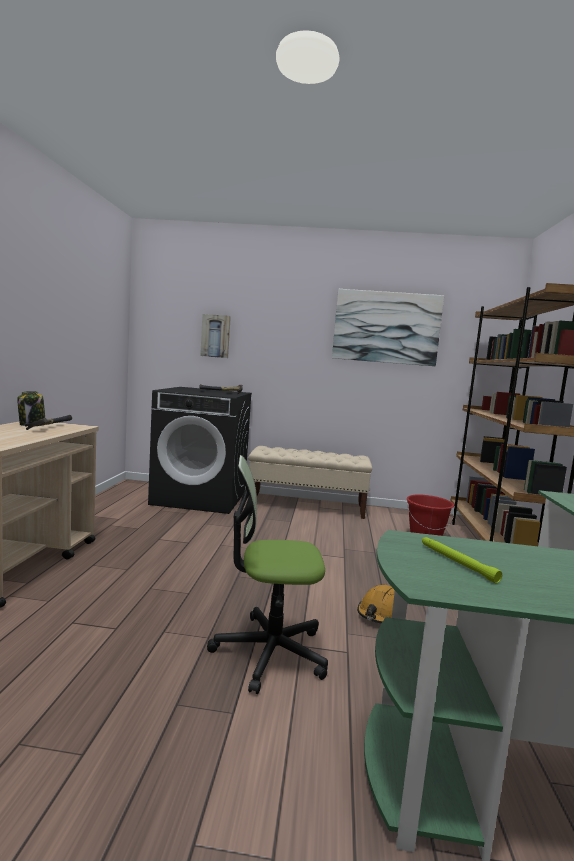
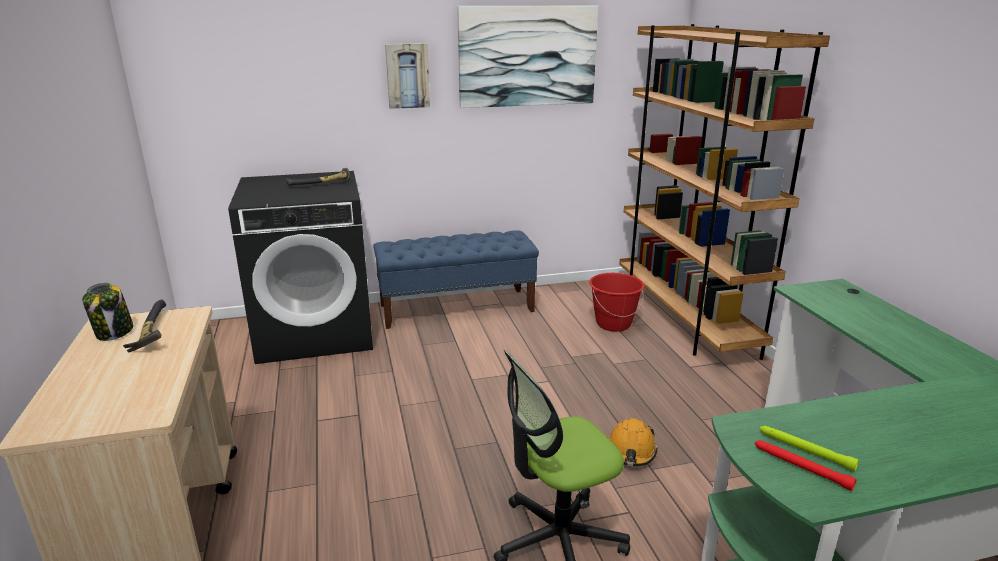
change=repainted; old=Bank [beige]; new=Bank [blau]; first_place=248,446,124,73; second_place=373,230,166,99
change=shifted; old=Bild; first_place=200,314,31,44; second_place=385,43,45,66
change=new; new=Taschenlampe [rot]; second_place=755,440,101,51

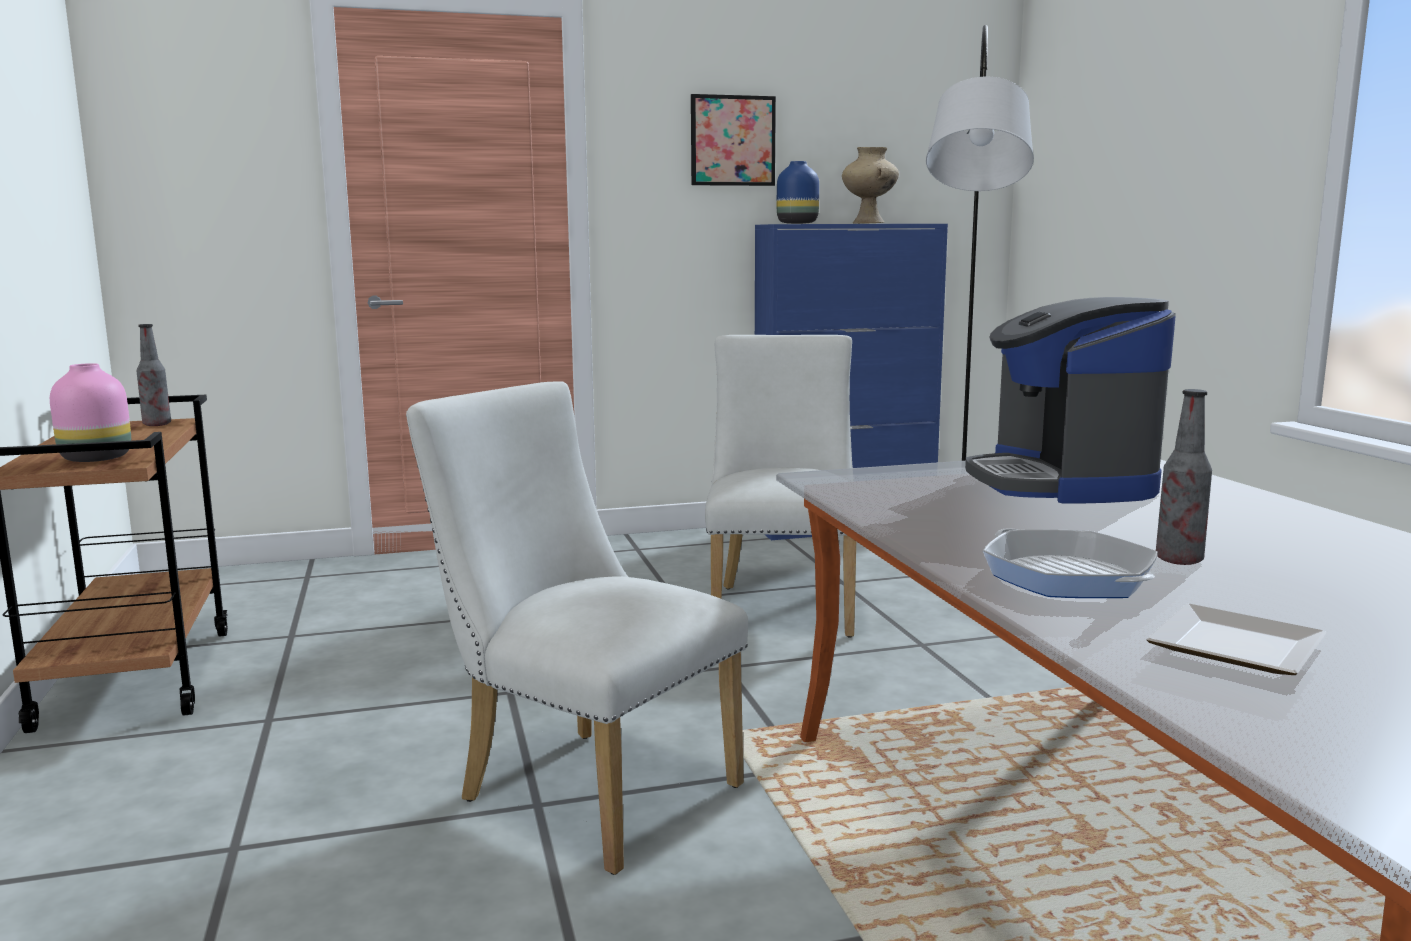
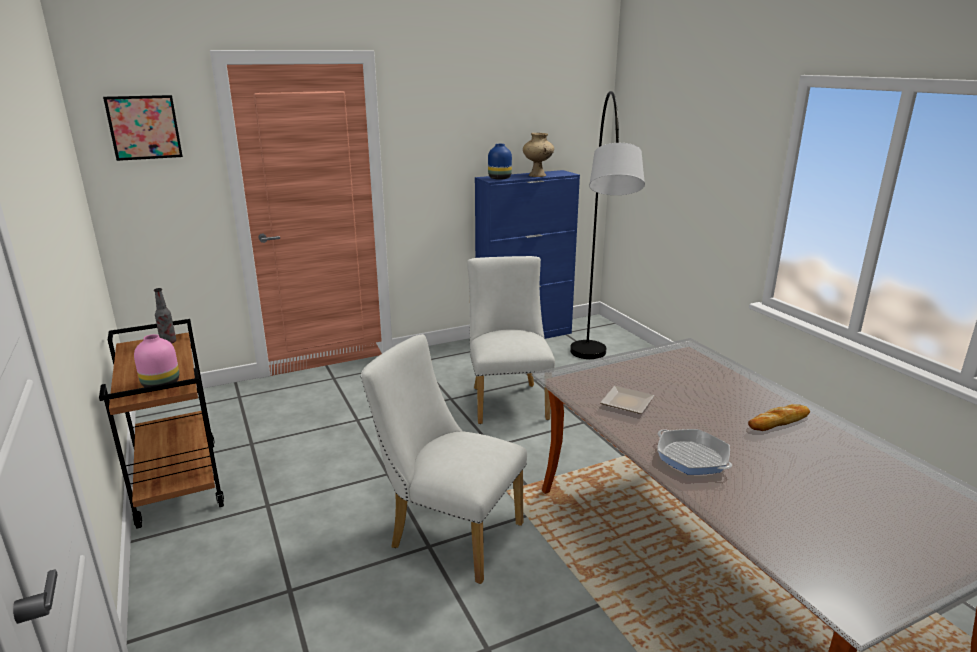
change=shifted; old=Bild; first_place=691,94,85,92; second_place=103,95,80,66
change=shifted; old=Teller; first_place=1146,604,181,71; second_place=600,386,54,28
change=new; new=Brot; second_place=748,404,62,27
change=gone; old=Kaffeemaschine; first_place=965,297,211,206
change=gone; old=Flasche; first_place=1156,389,56,176

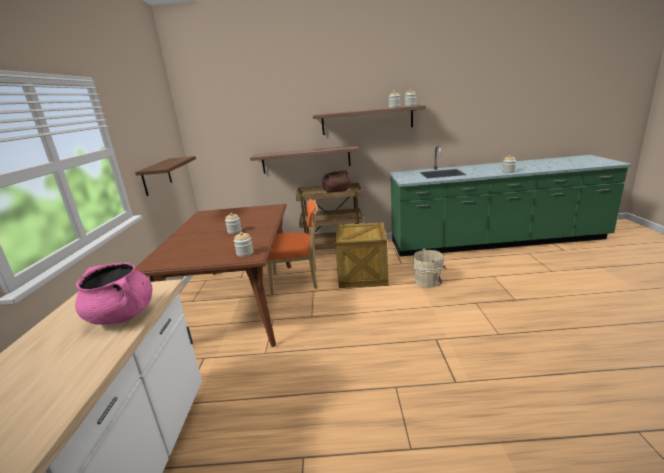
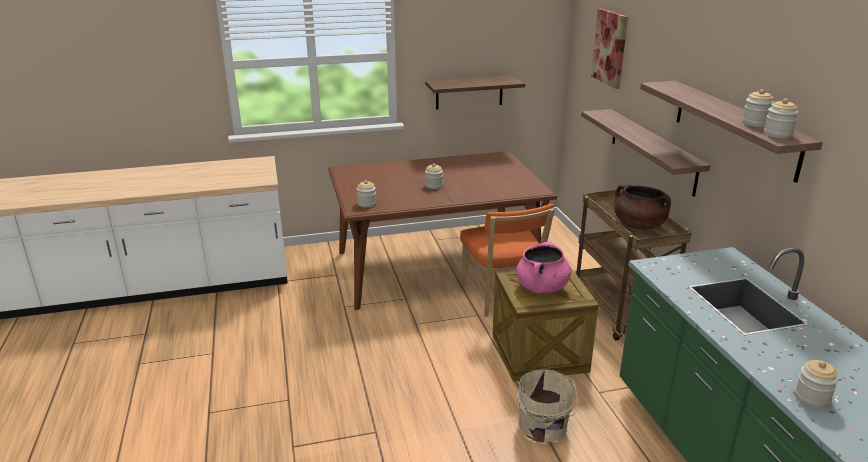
change=shifted; old=Kochtopf [rosa]; first_place=75,263,77,62; second_place=516,241,55,52
change=new; new=Bild; second_place=591,9,37,80

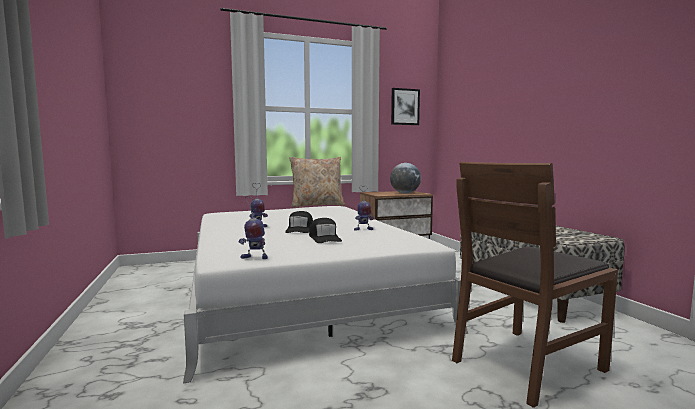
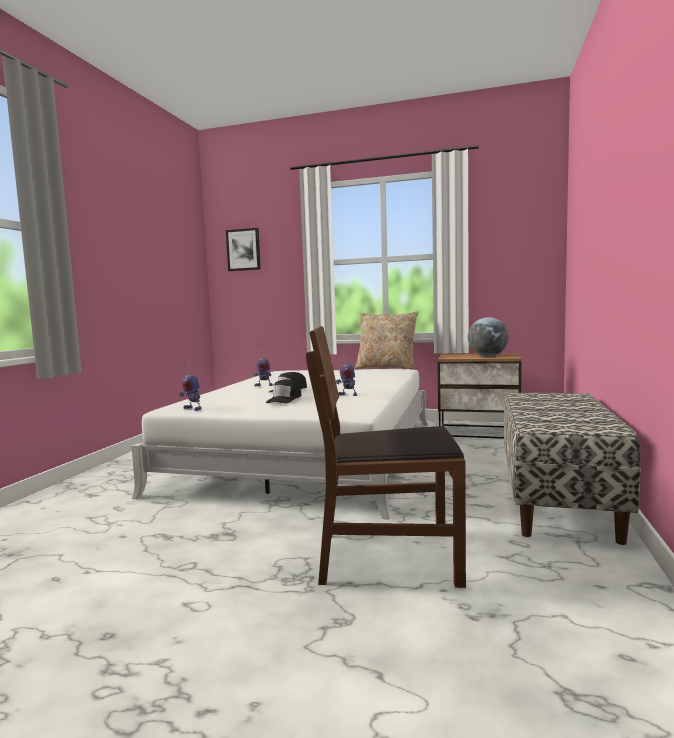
change=shifted; old=Bild; first_place=391,88,29,37; second_place=226,228,35,43

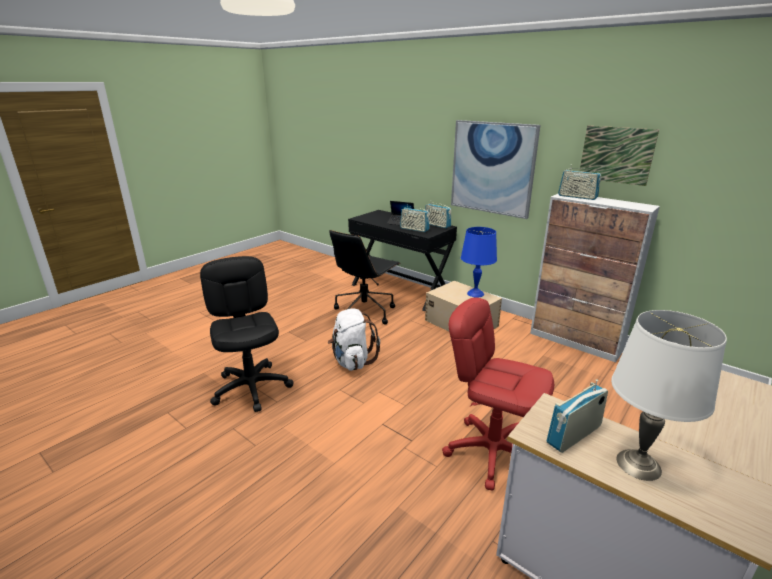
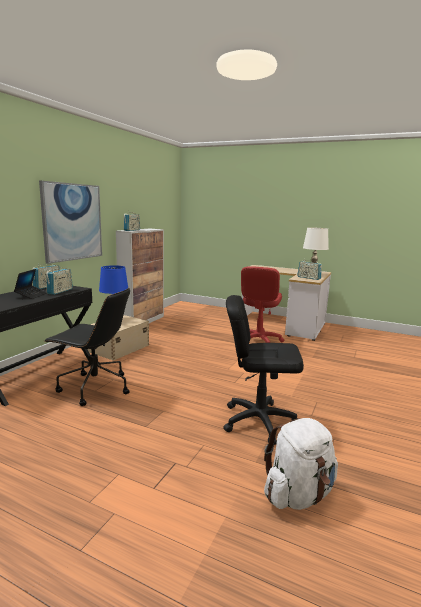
change=rotated; old=Bürostuhl [schwarz]; first_place=200,256,94,156; second_place=223,295,81,150; degrees=45
change=shifted; old=Rucksack [weiß]; first_place=328,309,52,62; second_place=264,418,74,92
change=gone; old=Bild; first_place=580,126,79,60

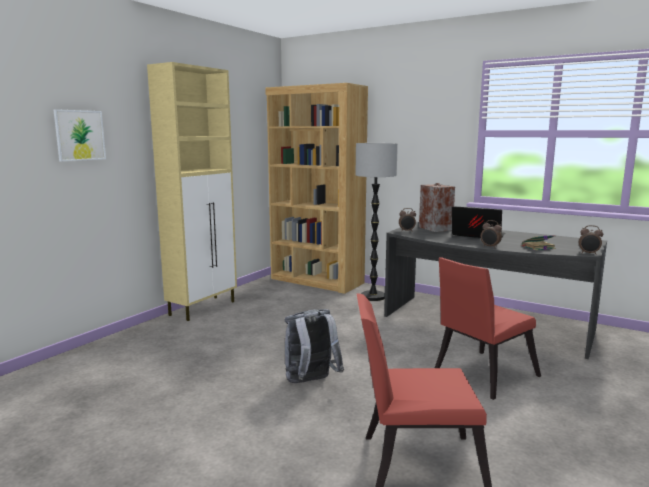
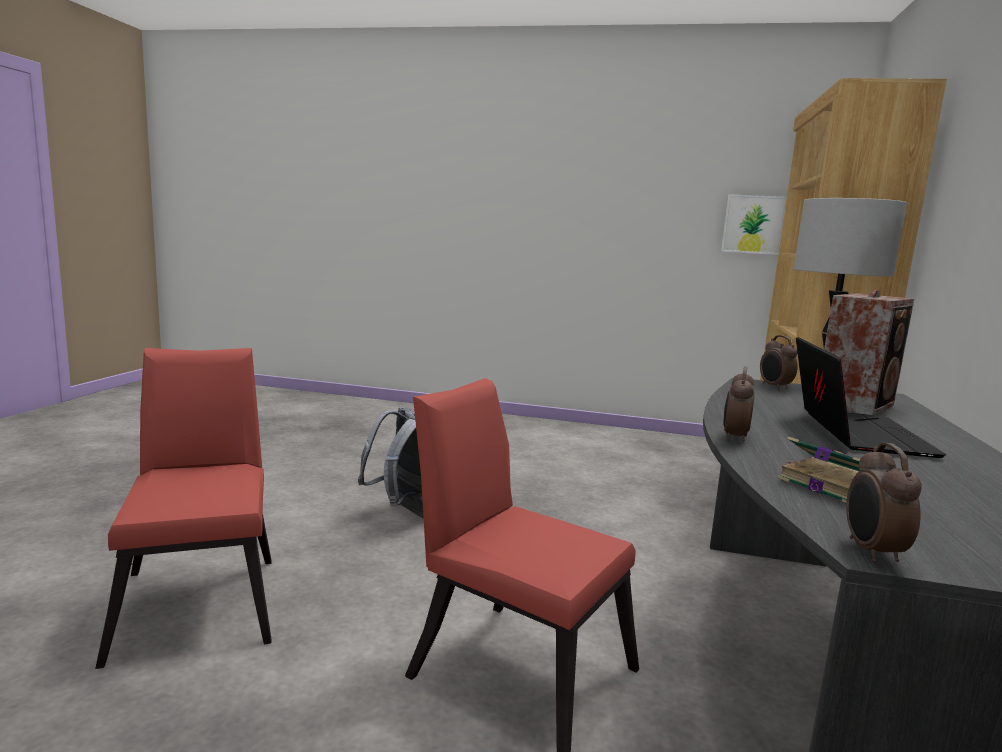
change=shifted; old=Bild; first_place=53,109,53,52; second_place=721,194,66,61
change=gone; old=Schrank [beige]; first_place=147,62,90,259

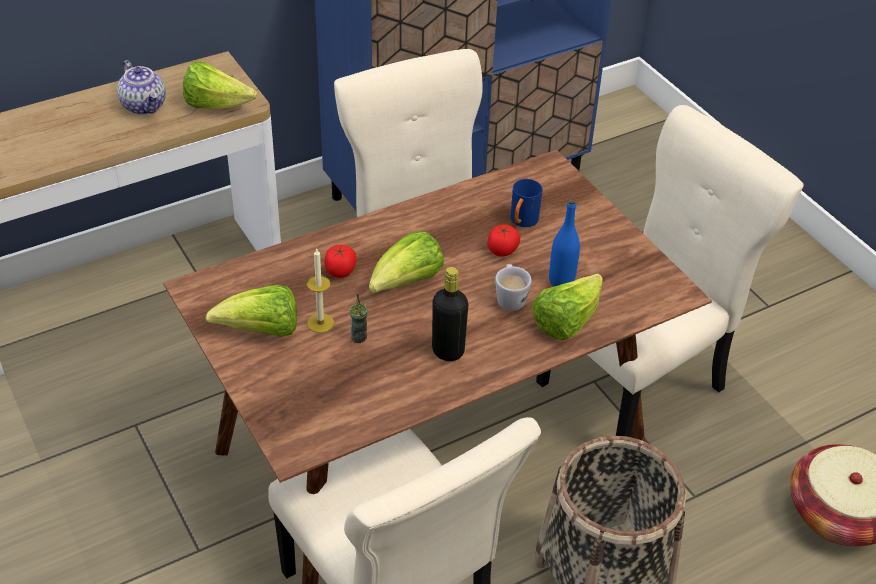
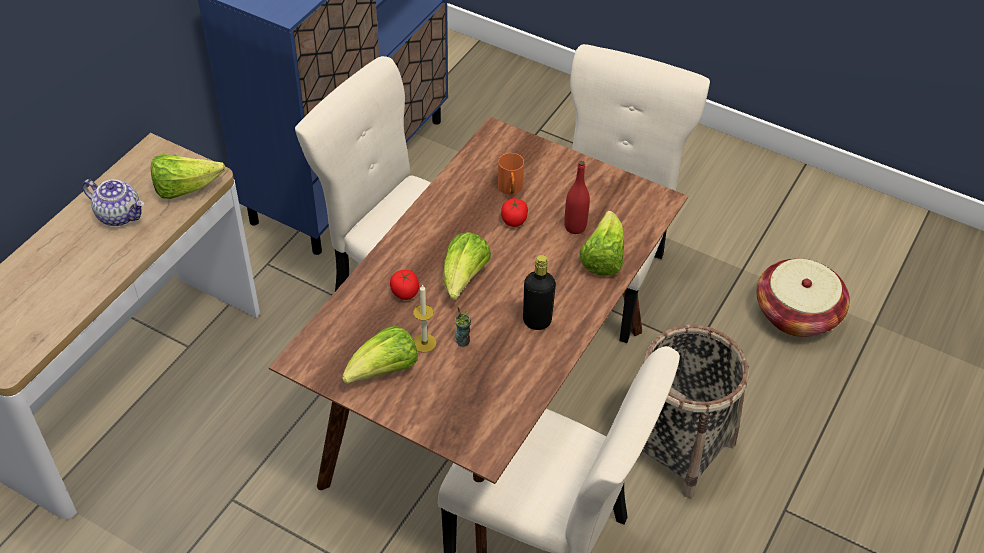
change=repainted; old=Henkelbecher [blau]; new=Henkelbecher [orange]; first_place=511,179,32,48; second_place=498,153,26,42
change=repainted; old=Flasche [blau]; new=Flasche [rot]; first_place=549,199,31,88; second_place=564,161,26,73
change=gone; old=Henkelbecher [weiß]; first_place=495,264,37,47

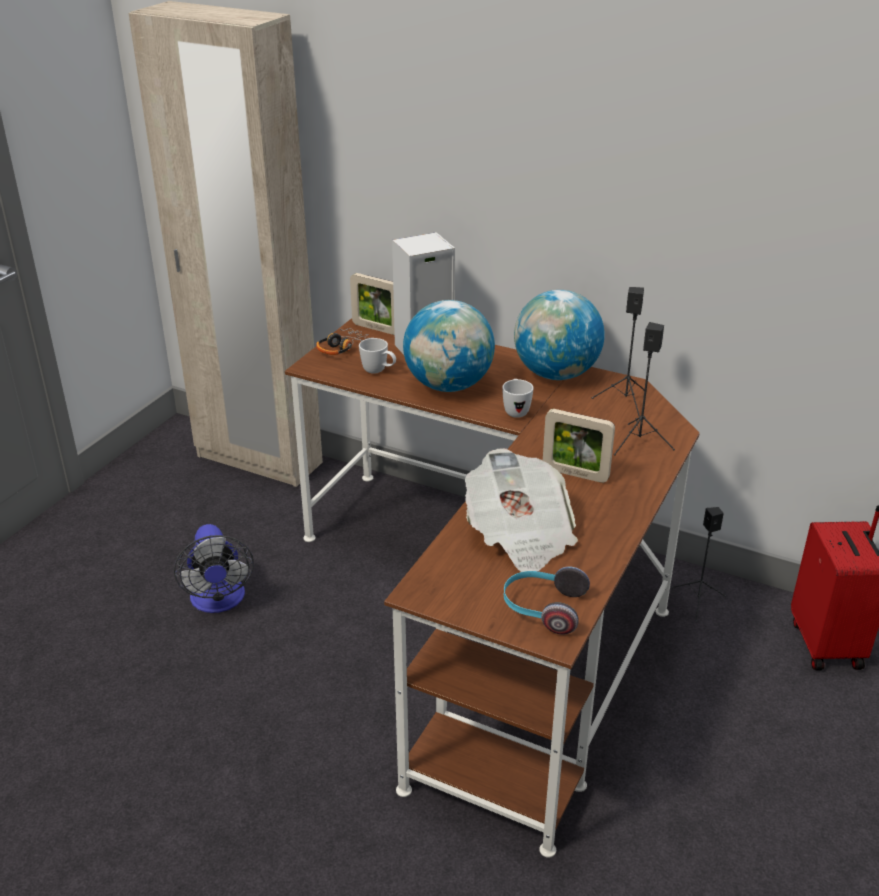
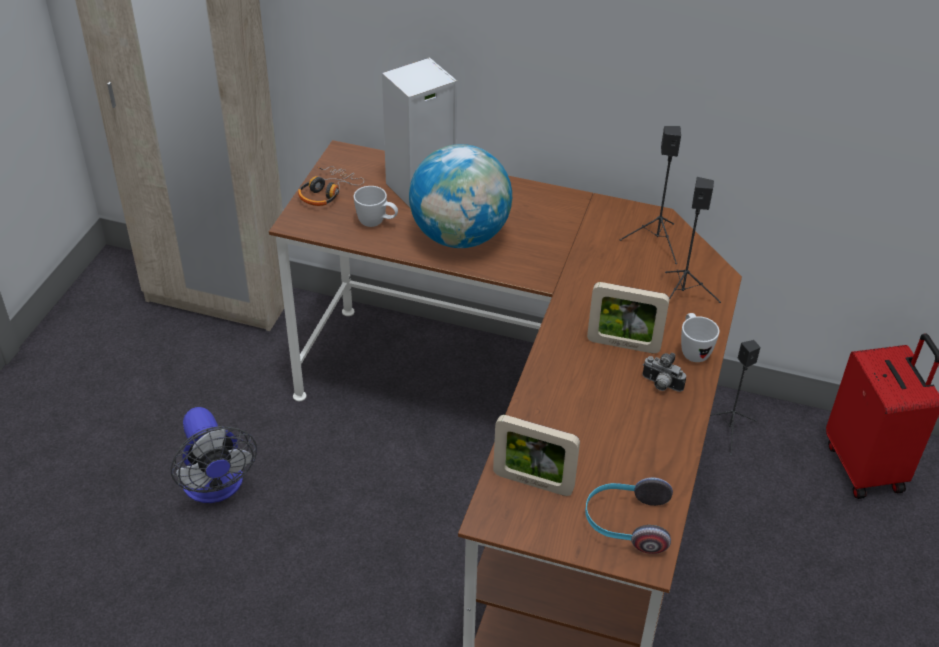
change=shifted; old=Bilderrahmen; first_place=350,273,45,62; second_place=493,415,87,81
change=new; new=Kamera; second_place=643,353,43,39
change=shifted; old=Henkelbecher [weiß]; first_place=502,379,32,39; second_place=681,313,39,49
change=gone; old=Zeitung; first_place=465,448,113,124
change=gone; old=Globus; first_place=514,290,91,90

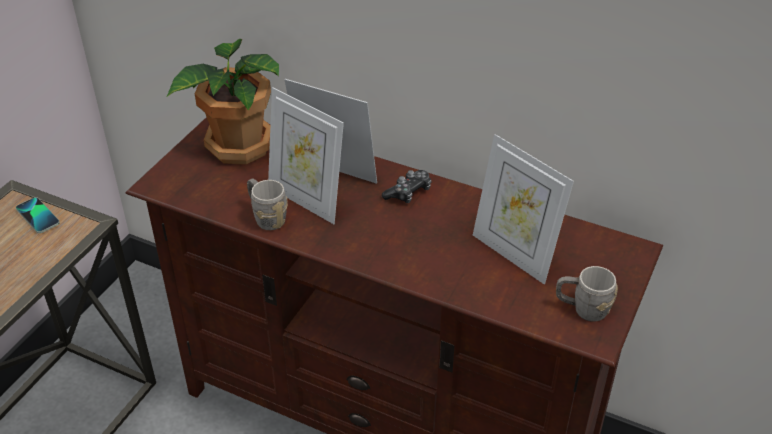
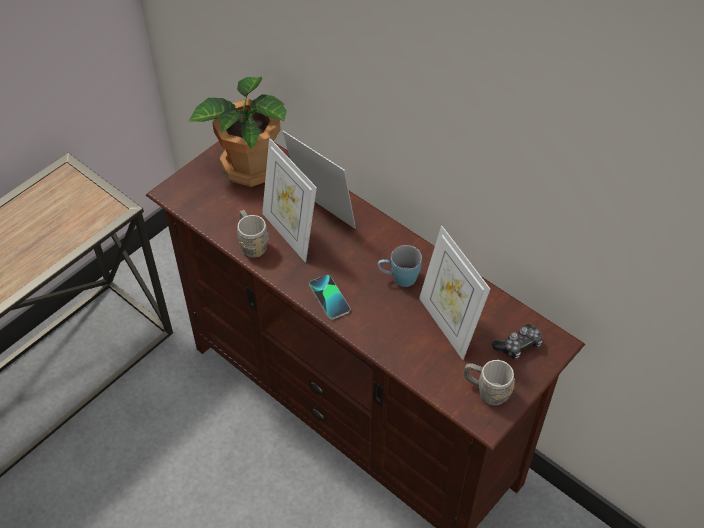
change=shifted; old=Handy; first_place=16,197,44,36; second_place=309,275,41,45
change=new; new=Henkelbecher [blau]; second_place=378,245,44,42
change=shifted; old=Gamepad; first_place=382,170,50,33; second_place=492,324,51,36

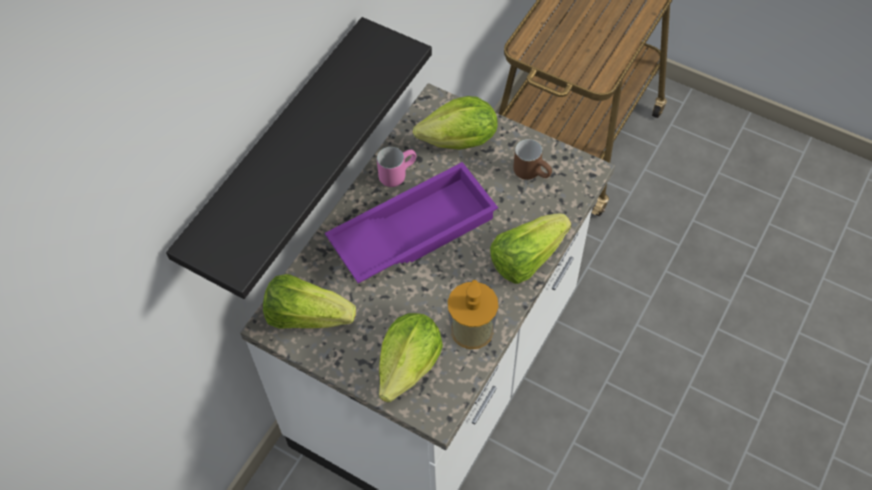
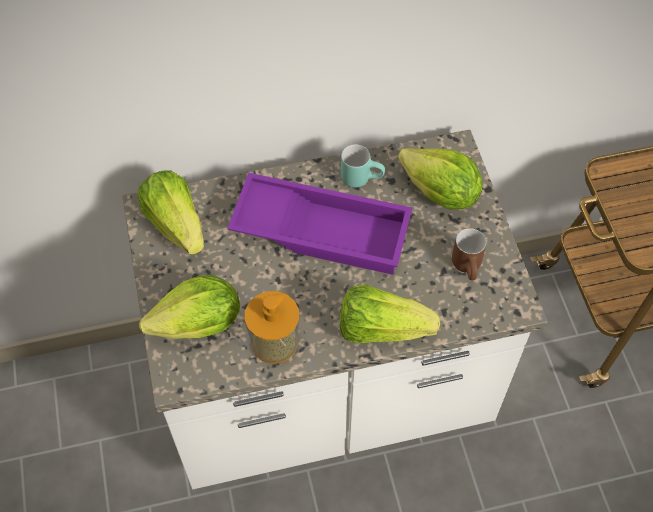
change=repainted; old=Henkelbecher [rosa]; new=Henkelbecher [türkis]; first_place=377,147,39,40; second_place=341,144,44,44
change=gone; old=Wandregal [schwarz]; first_place=166,17,266,282

